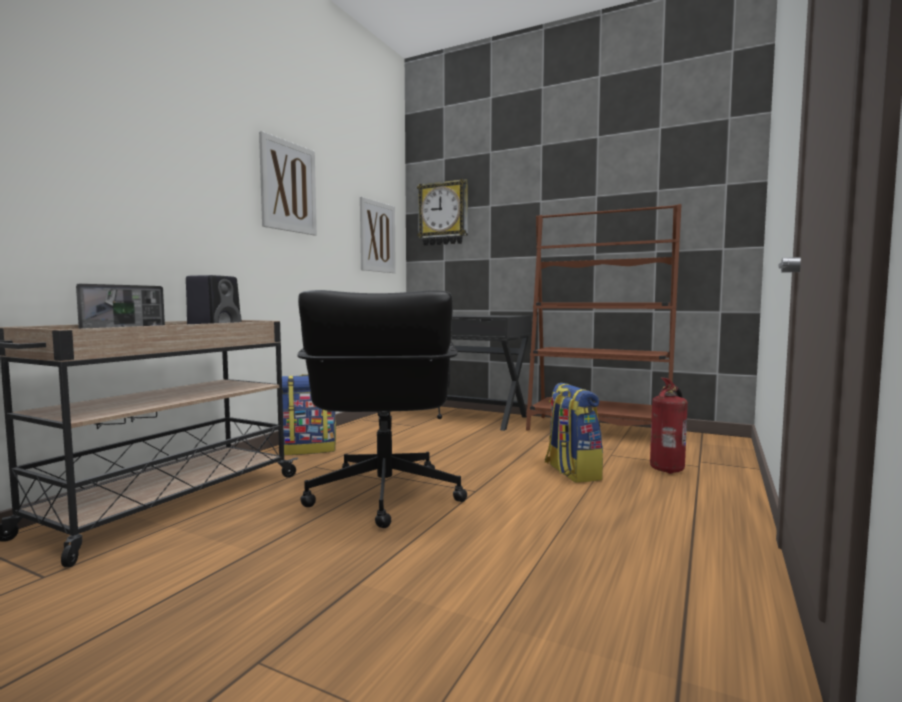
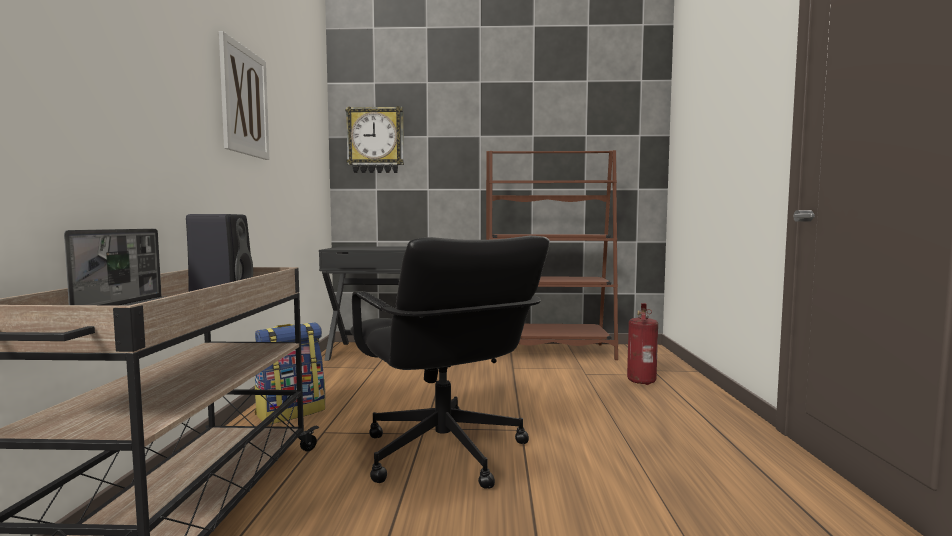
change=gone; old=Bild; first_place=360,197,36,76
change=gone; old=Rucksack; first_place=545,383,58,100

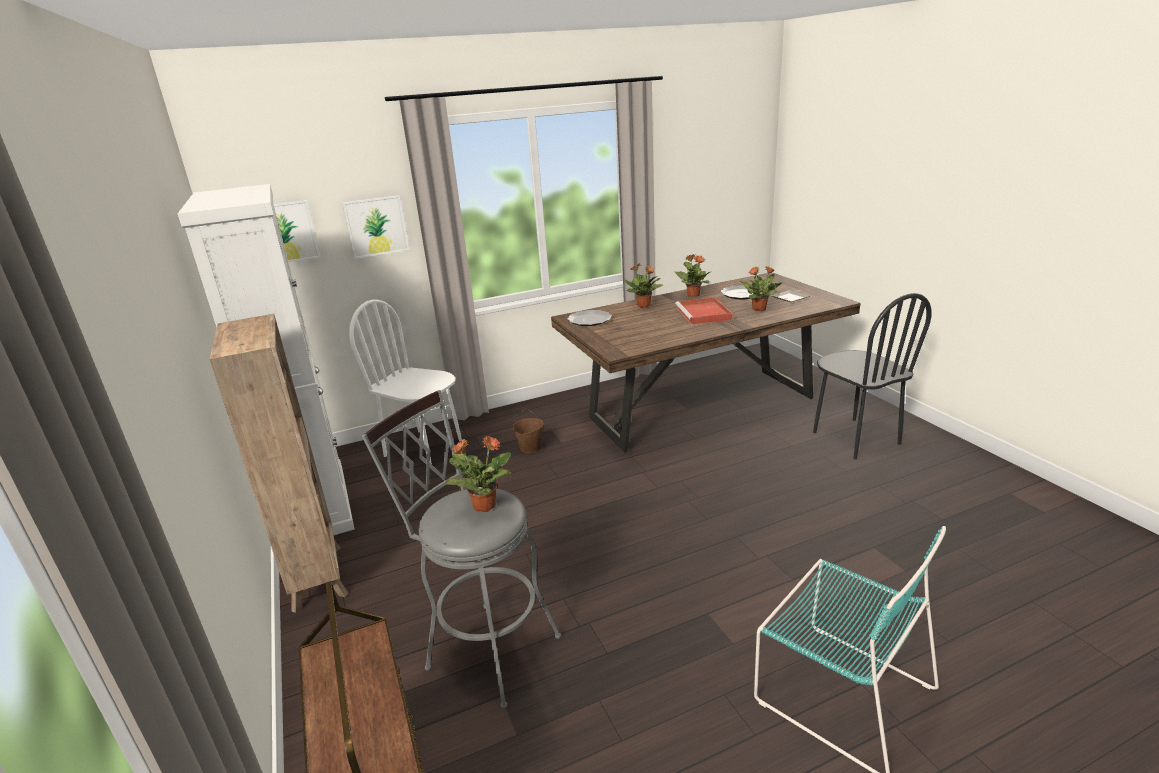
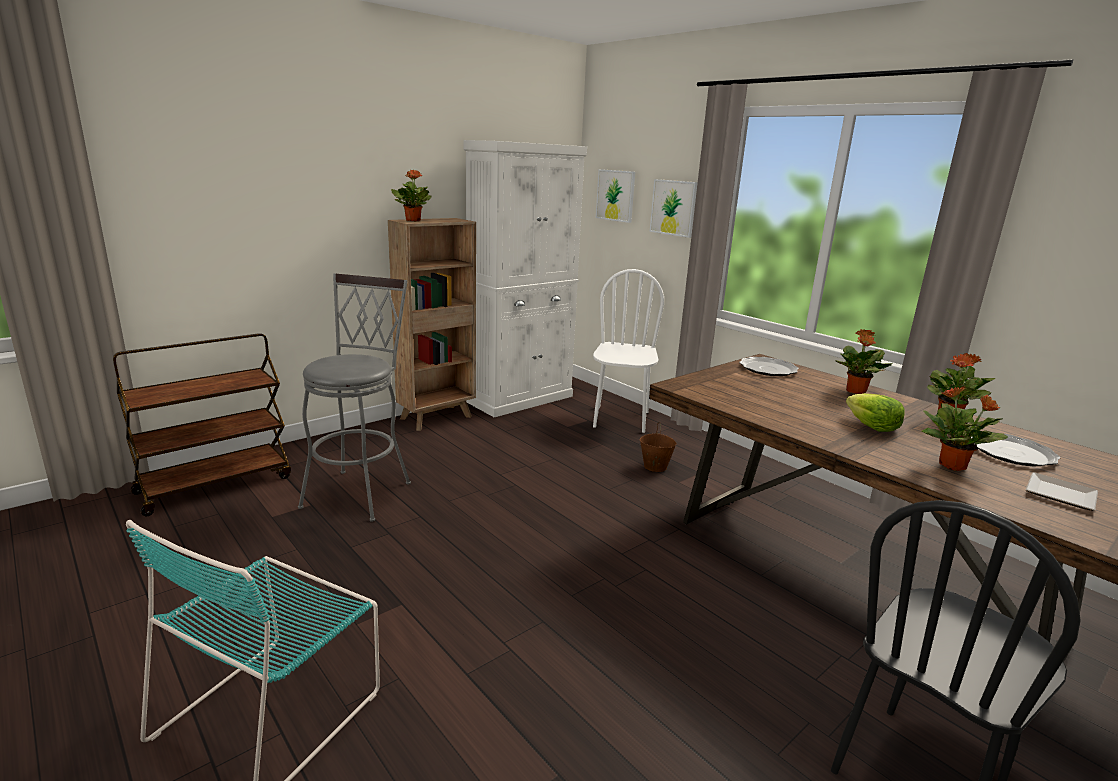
change=shifted; old=Topfpflanze; first_place=445,436,66,76; second_place=391,170,40,51
change=swapped; old=Tablett [rot]; new=Salatkopf; first_place=675,297,58,28; second_place=846,393,59,39

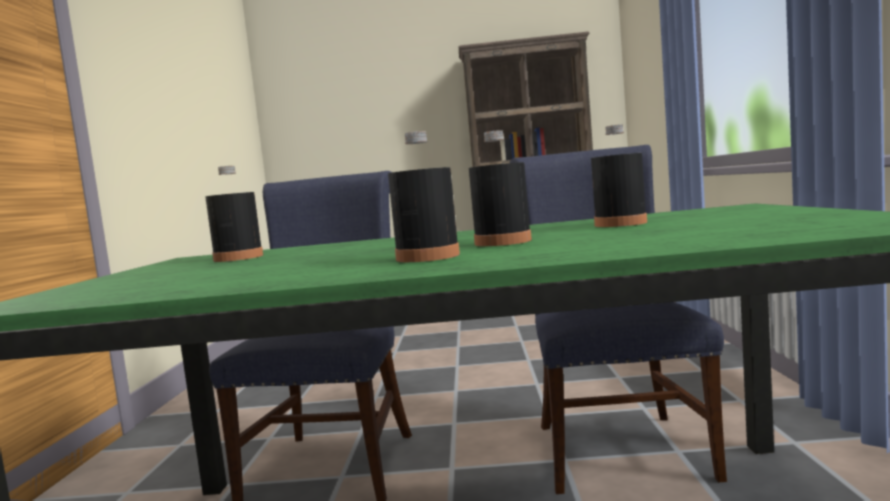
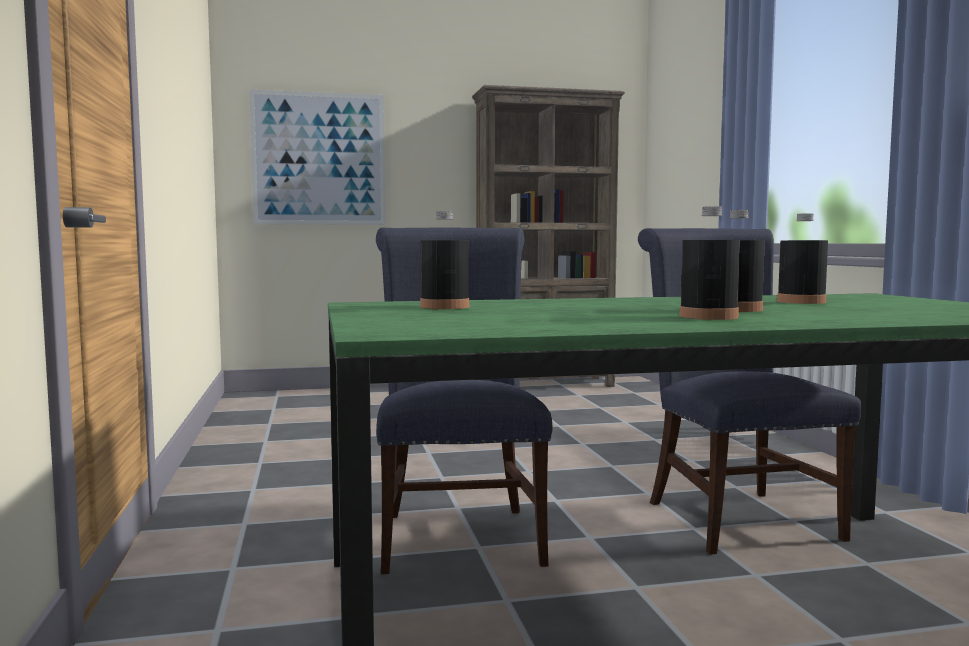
change=new; new=Bild; second_place=249,90,136,135

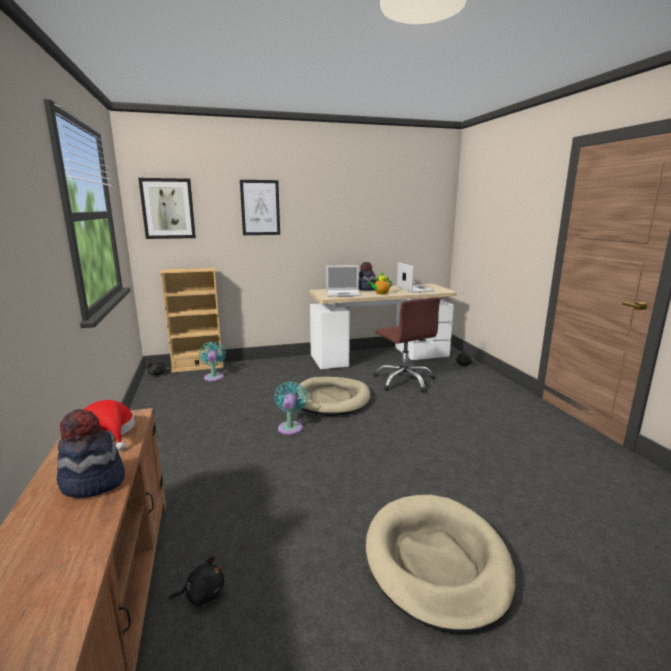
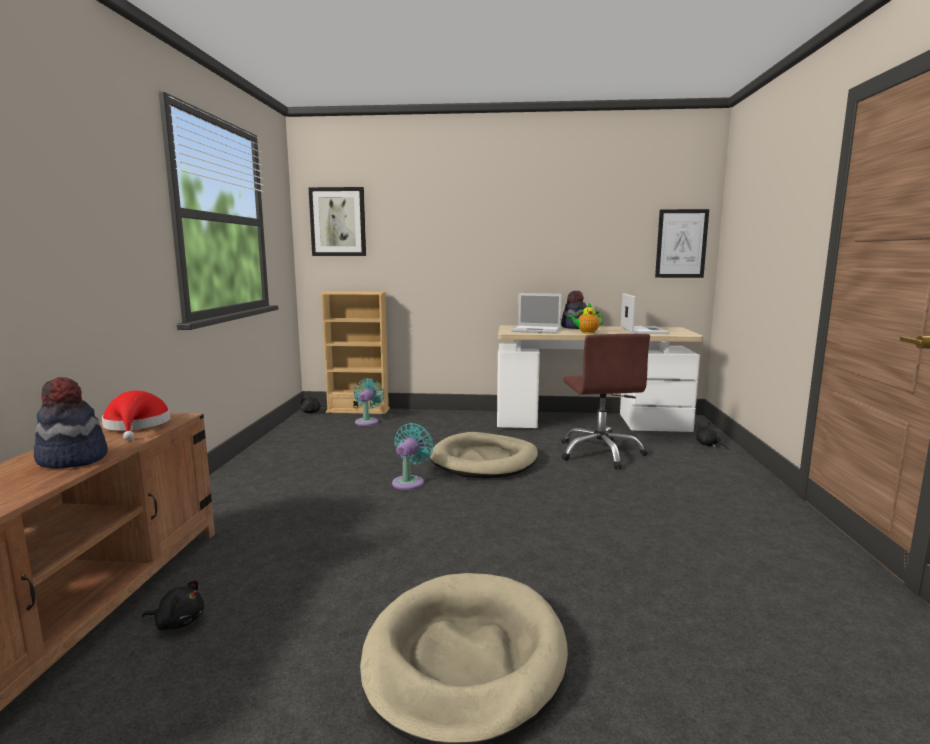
change=shifted; old=Bild; first_place=240,180,40,55; second_place=655,209,54,69

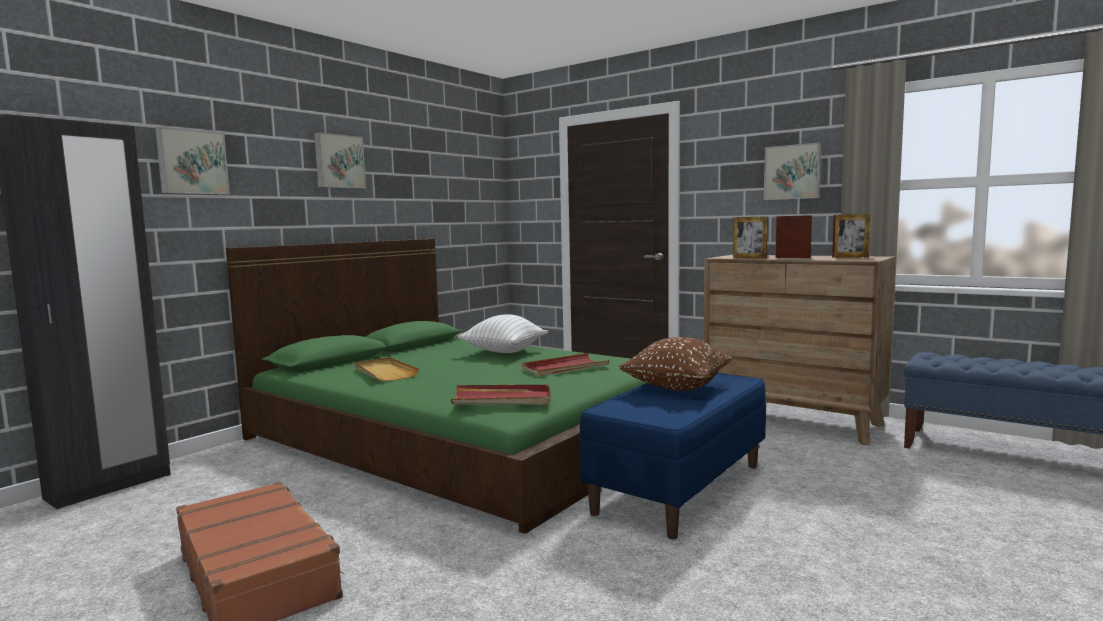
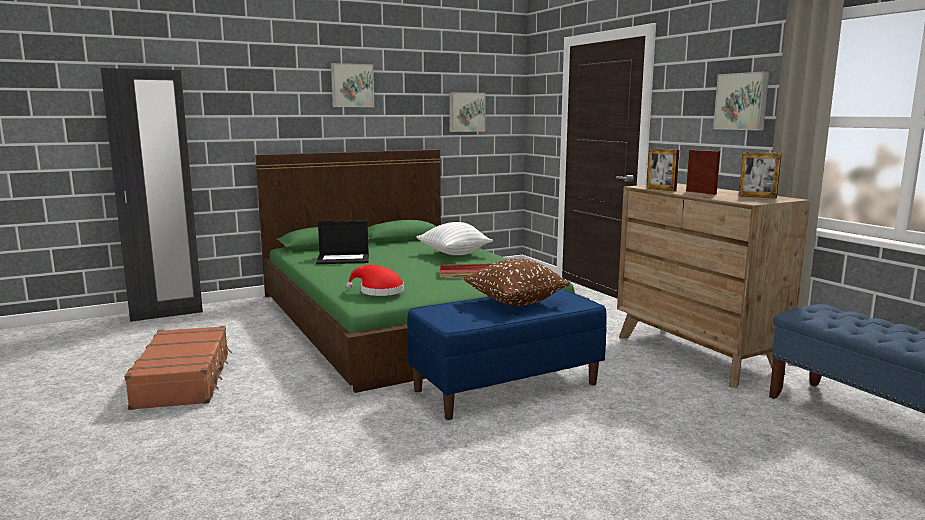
change=swapped; old=Tablett [beige]; new=Laptop; first_place=355,357,64,24; second_place=316,220,53,44
change=swapped; old=Tablett [rot]; new=Hut [rot]; first_place=451,385,99,20; second_place=346,265,58,31
change=shifted; old=Bild; first_place=155,127,75,68; second_place=449,92,37,40

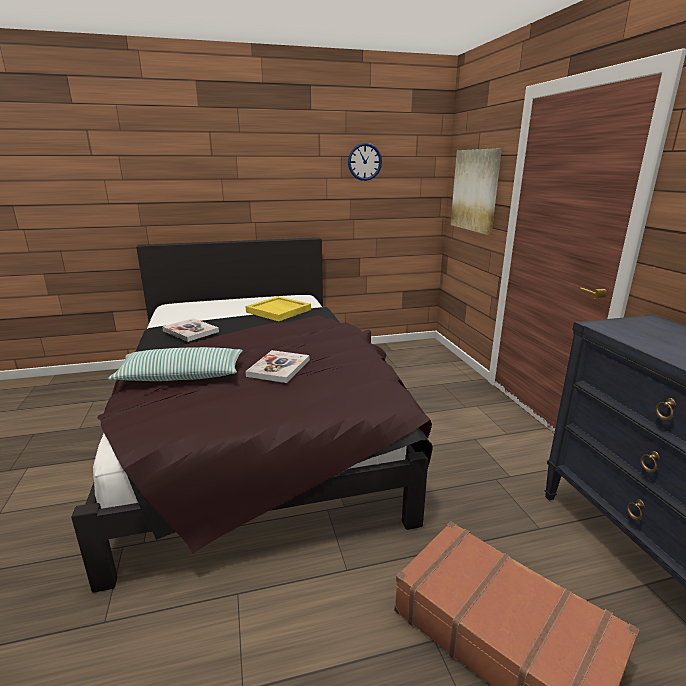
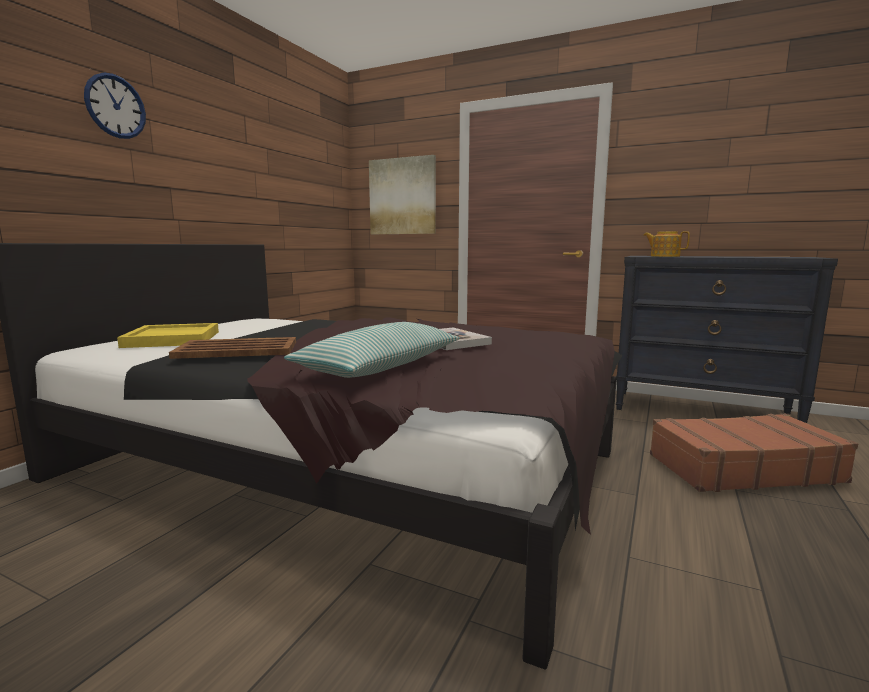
change=shifted; old=Wanduhr; first_place=348,143,34,38; second_place=84,73,62,66
change=shifted; old=Tablett [gelb]; first_place=245,296,66,25; second_place=117,323,102,25
change=swapped; old=Buch; new=Tablett [braun]; first_place=162,318,57,24; second_place=169,337,127,22
change=new; new=Teekanne; second_place=643,231,47,26

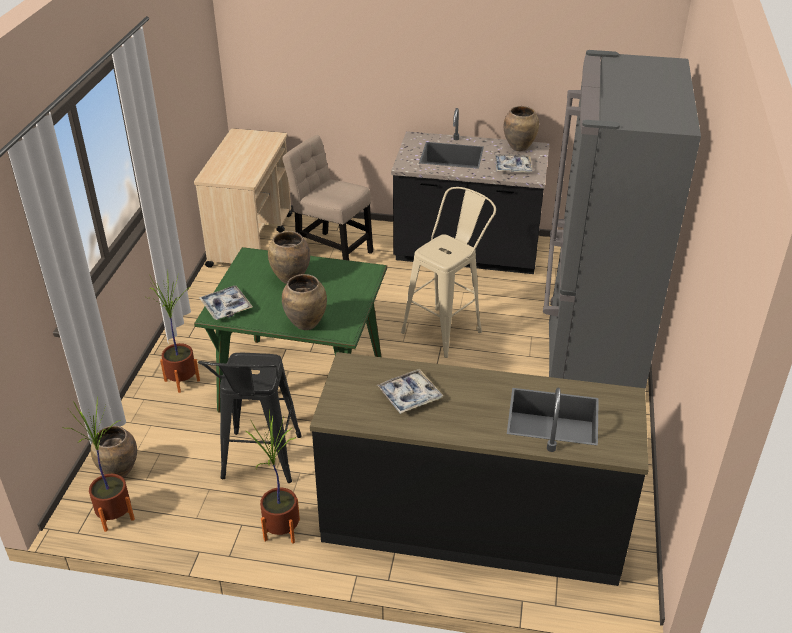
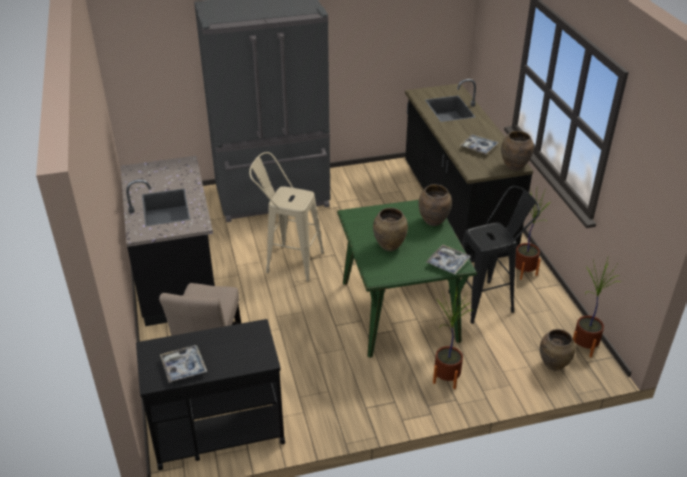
change=repainted; old=Rollwagen [beige]; new=Rollwagen [schwarz]; first_place=194,128,98,140; second_place=136,319,149,151
change=shifted; old=Tablett; first_place=495,154,38,18; second_place=160,345,47,38
change=shifted; old=Vase [braun]; first_place=504,106,35,45; second_place=501,131,33,40

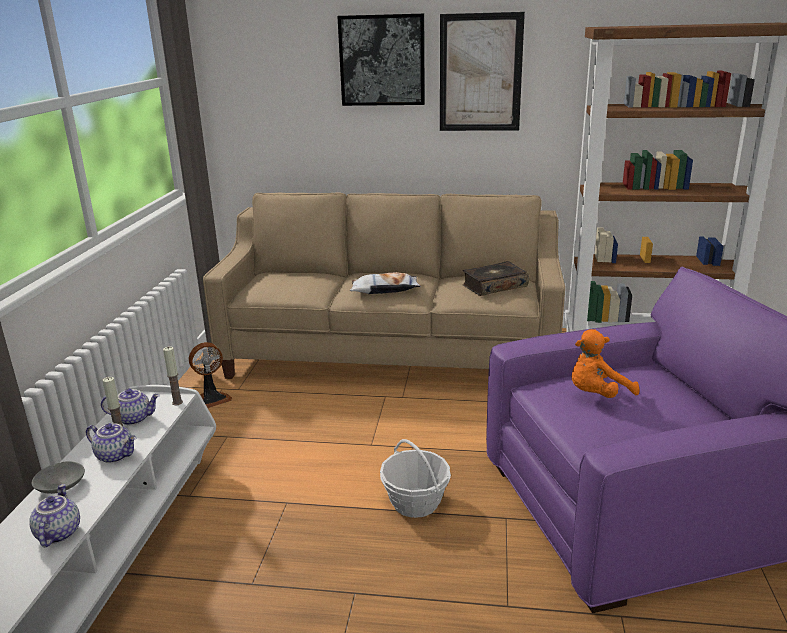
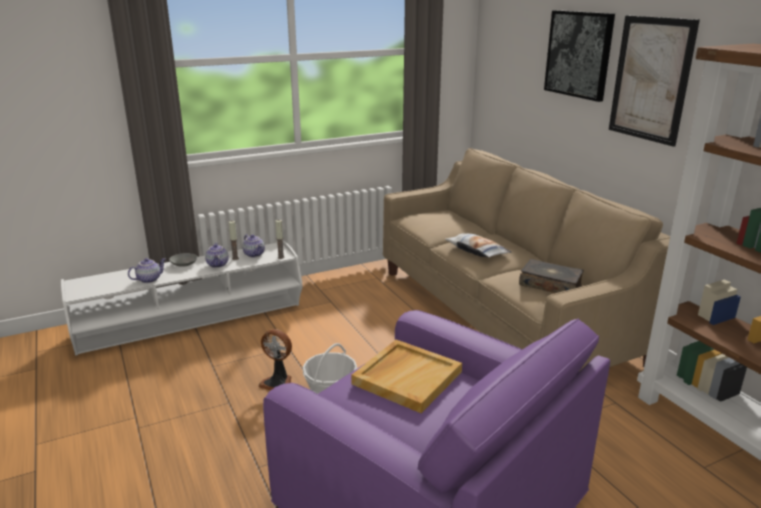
change=shifted; old=Ventilator; first_place=189,342,43,66; second_place=258,329,34,61
change=swapped; old=Plüschtier [orange]; new=Tablett [beige]; first_place=572,329,68,69; second_place=351,340,111,73

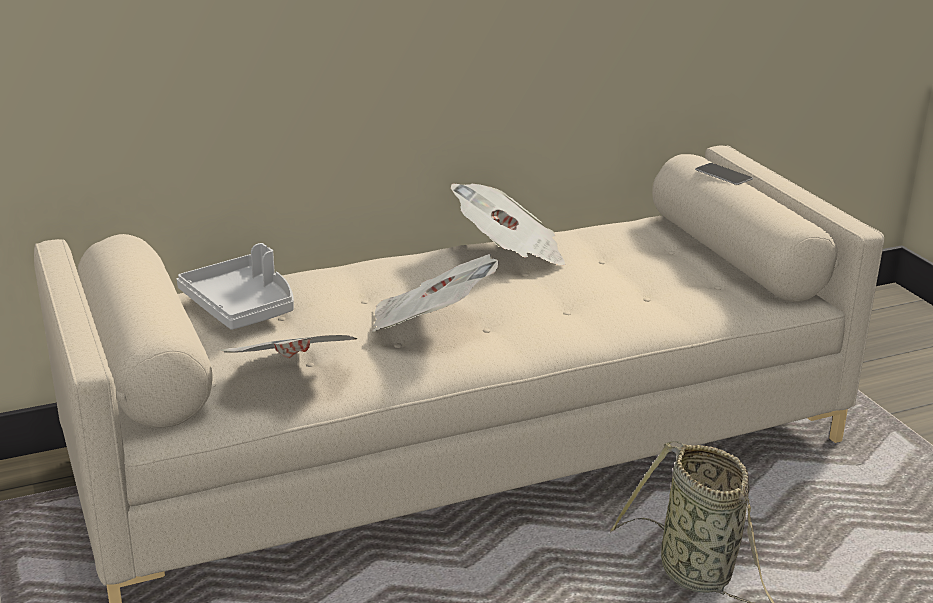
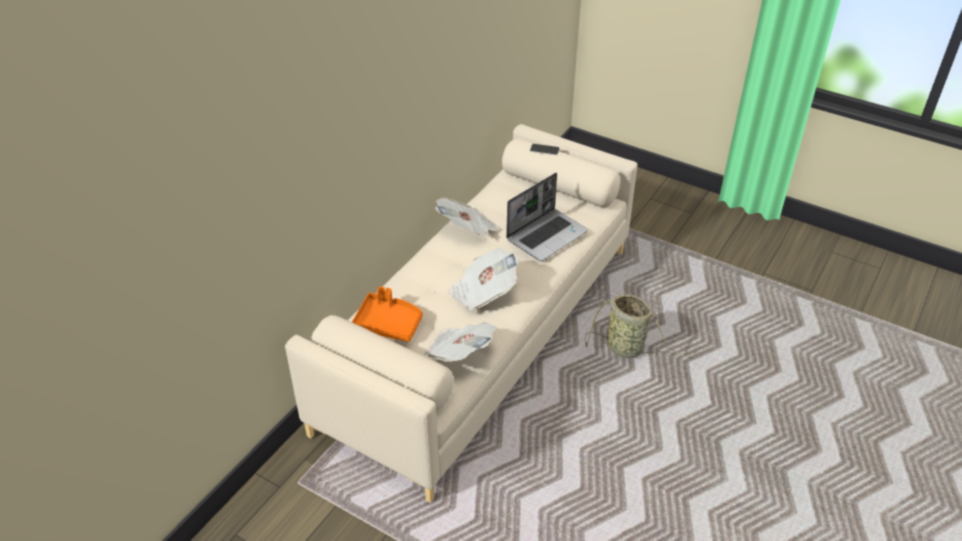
change=repainted; old=Tablett [grau]; new=Tablett [orange]; first_place=177,243,117,87; second_place=352,286,71,56
change=new; new=Laptop; second_place=506,173,82,88

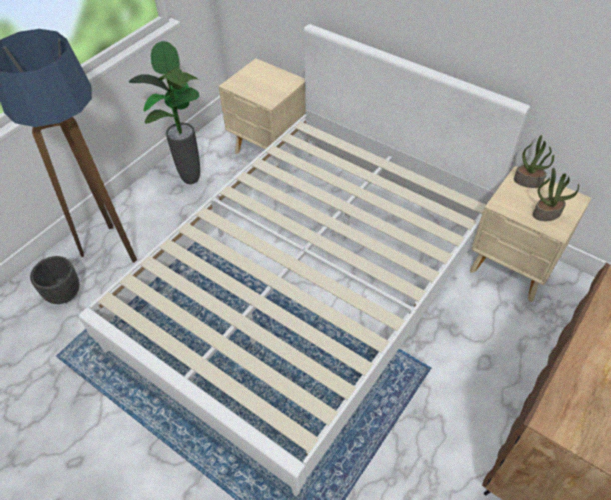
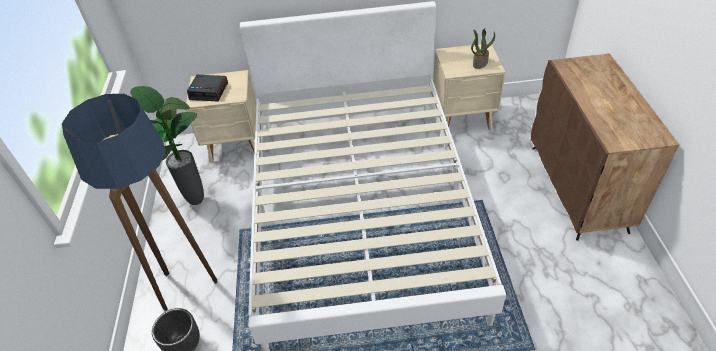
change=new; new=Wecker; second_place=187,75,41,26
change=gone; old=Topfpflanze; first_place=514,135,40,53

